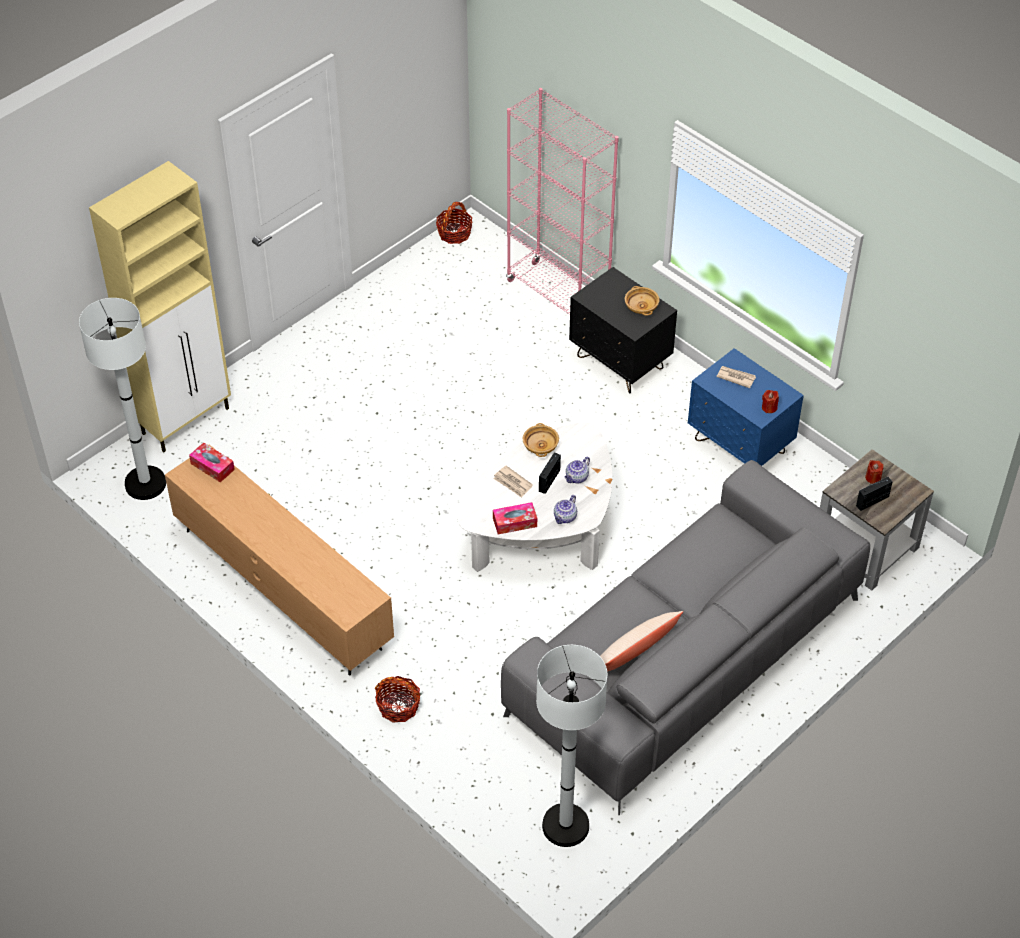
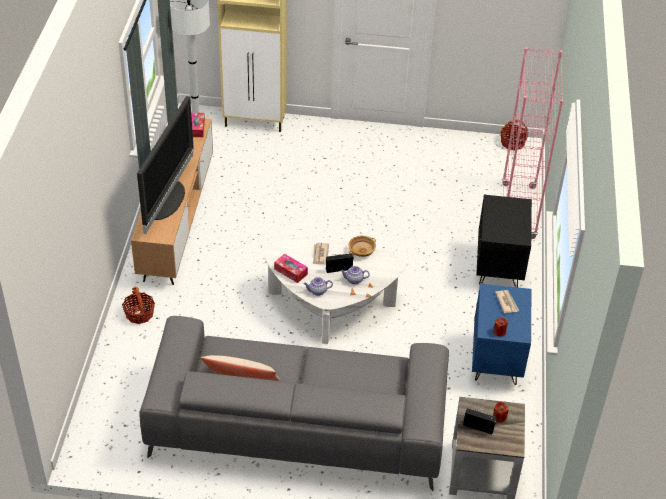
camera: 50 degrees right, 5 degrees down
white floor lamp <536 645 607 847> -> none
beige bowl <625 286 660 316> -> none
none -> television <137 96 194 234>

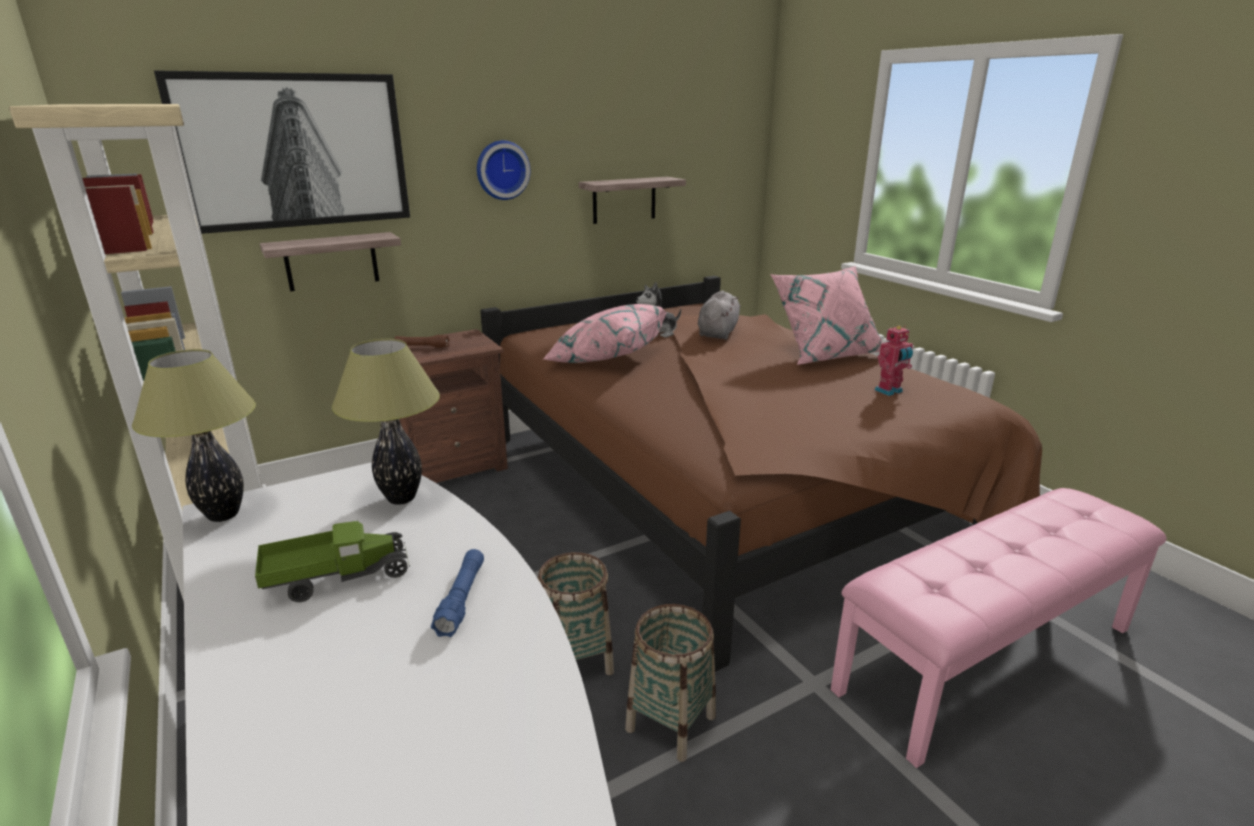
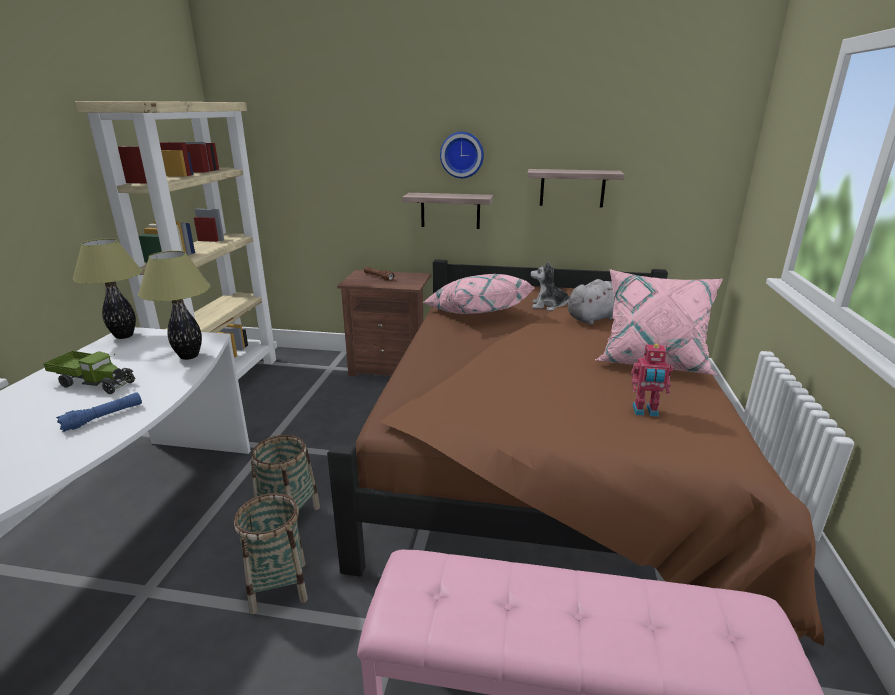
camera: 40 degrees right, 0 degrees up
picture <154 70 410 234> -> none
shelf <260 232 401 291> -> shelf <402 193 493 229>, moved

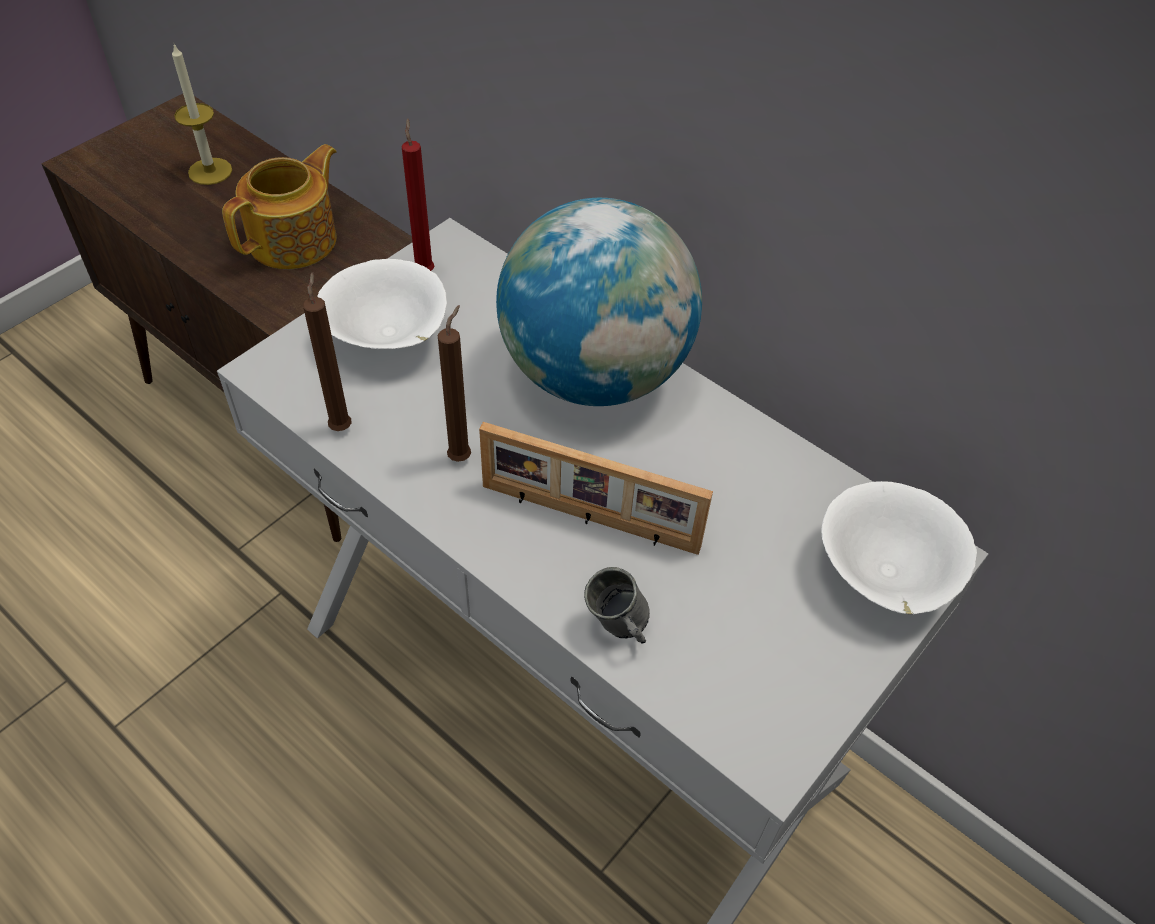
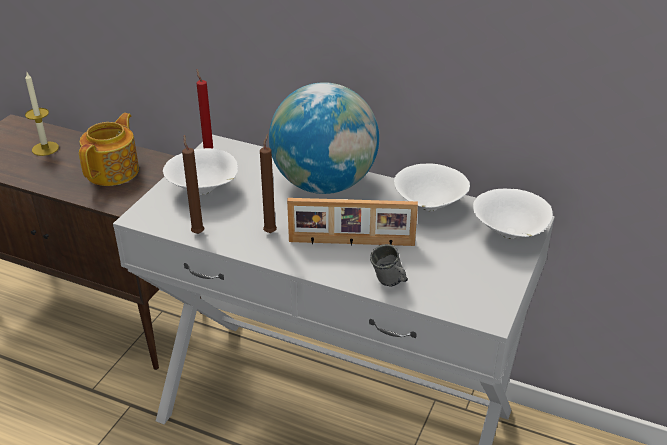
camera: 15 degrees left, 15 degrees down
none -> white bowl <394 163 470 211>

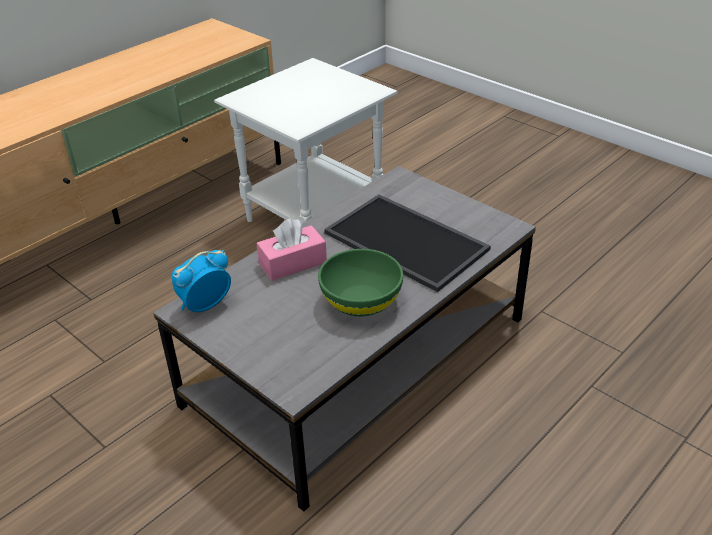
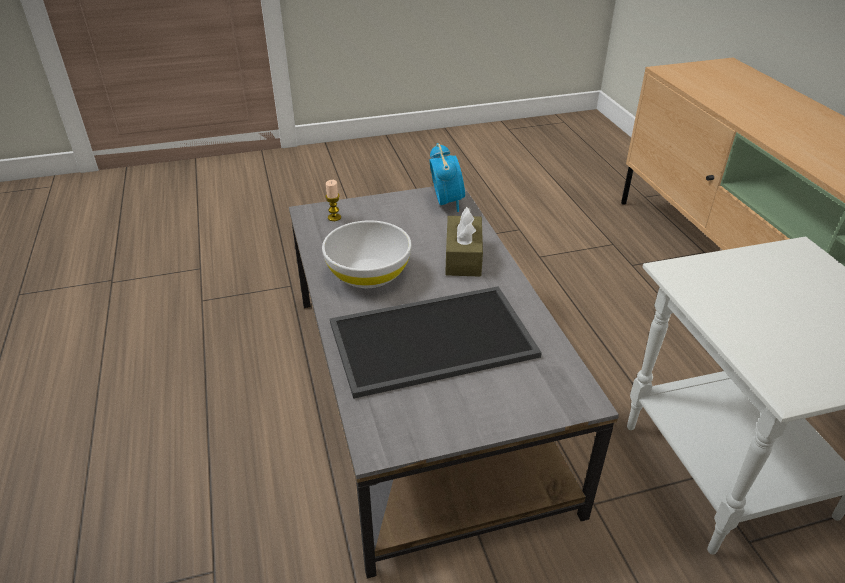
camera: 120 degrees right, 0 degrees up
pink tissue box <257 218 327 281> -> brown tissue box <445 207 483 277>
green bowl <318 249 403 316> -> white bowl <322 221 412 288>
none -> candle <325 180 341 221>

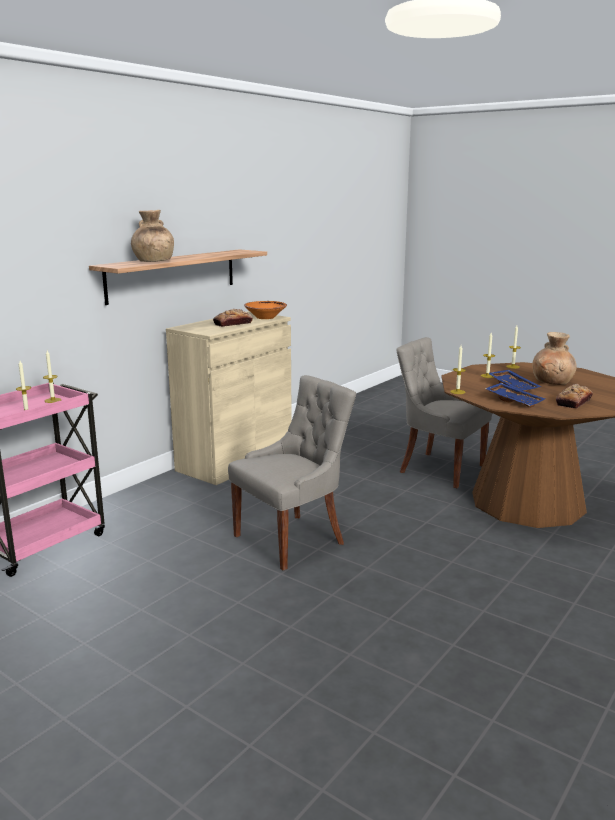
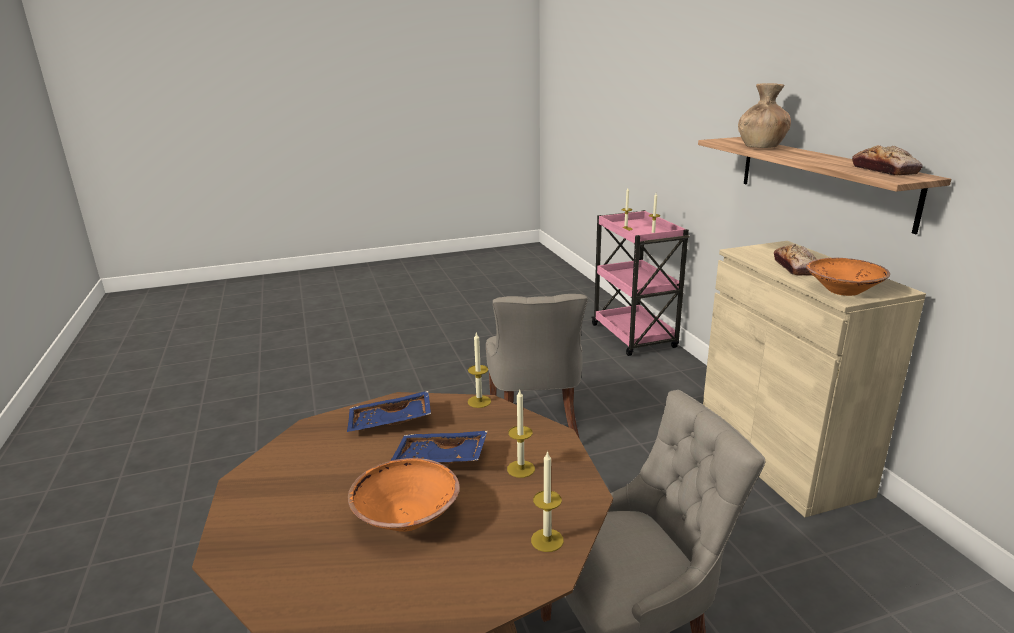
camera: 125 degrees right, 5 degrees up
brown vase <533 332 577 385> -> orange bowl <348 458 460 532>
bread <556 384 593 409> -> bread <852 145 923 176>, moved

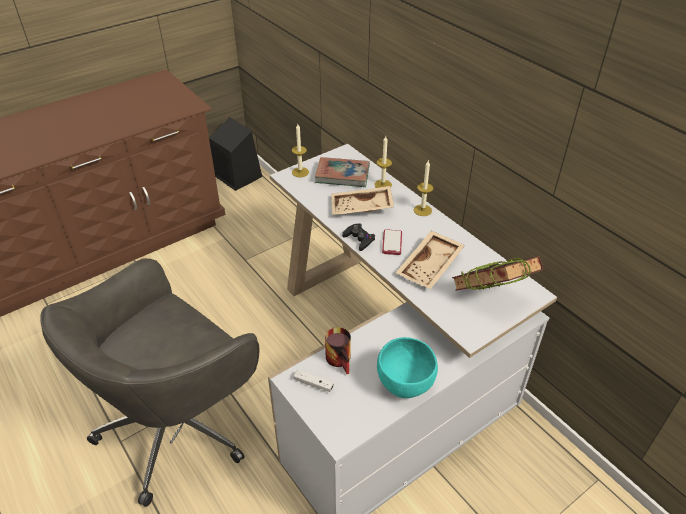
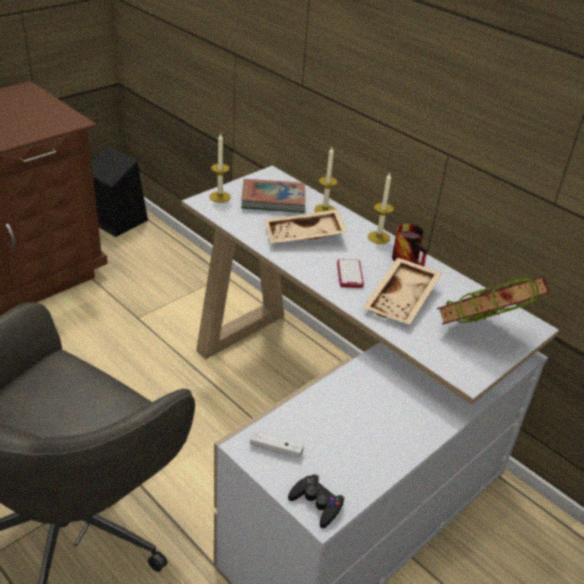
camera: 10 degrees left, 5 degrees down
mug <325 327 351 374> -> mug <392 224 427 266>, moved
black game controller <342 223 375 251> -> black game controller <288 474 344 528>, moved
turquoise bowl <377 337 438 398> -> none

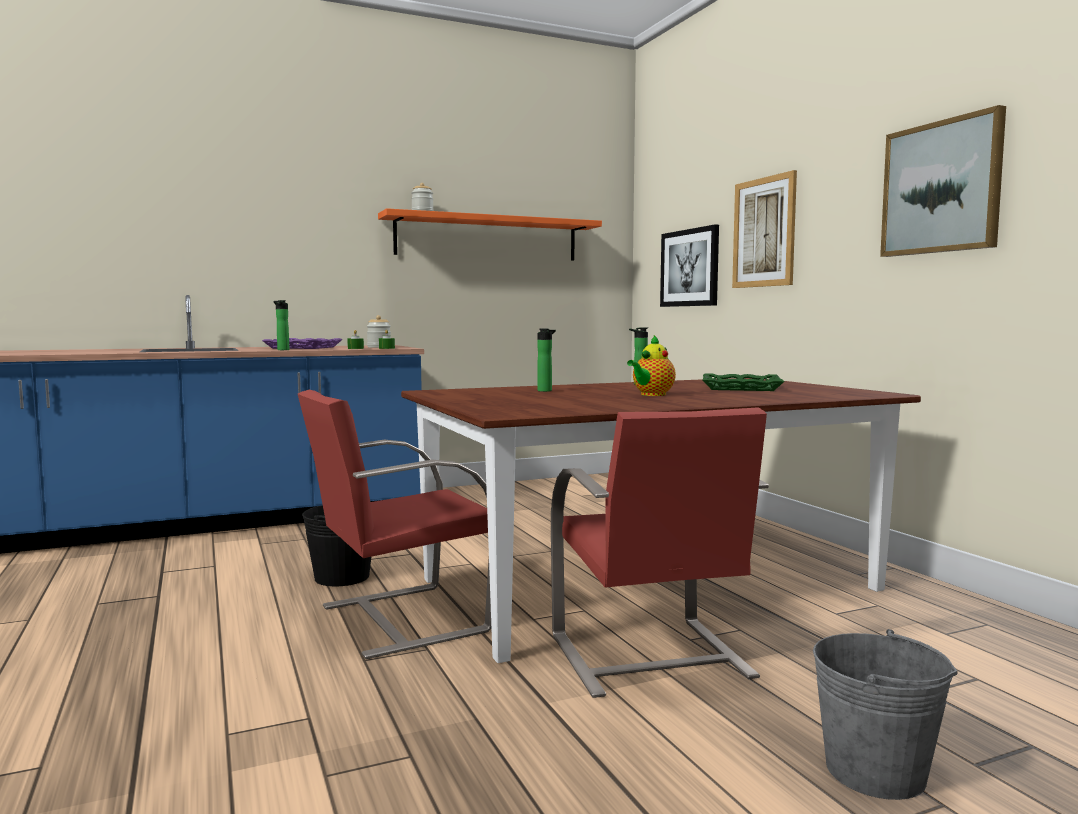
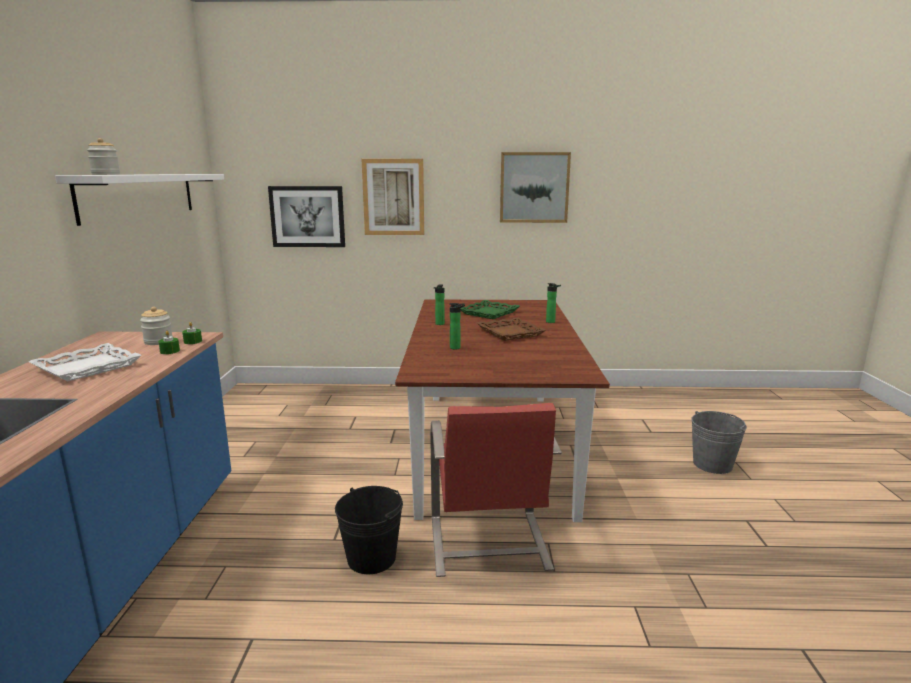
camera: 65 degrees left, 10 degrees up
purple tray <262 338 343 349> -> white tray <29 343 142 381>
bottle <273 300 289 350> -> bottle <546 283 561 323>, moved
orange shelf <378 208 602 261> -> white shelf <55 174 224 226>
red chair <551 407 769 698> -> none
teapot <627 335 676 396> -> brown tray <477 317 546 341>

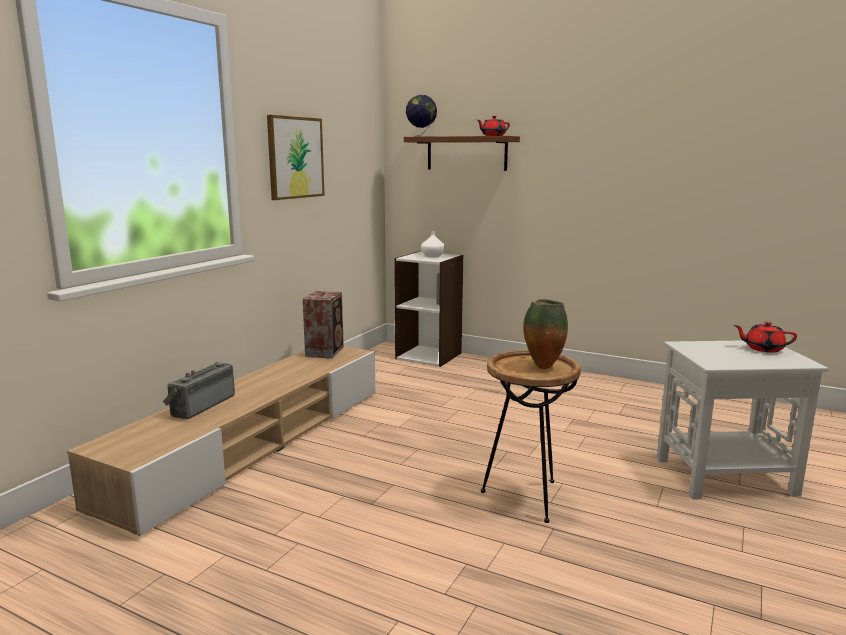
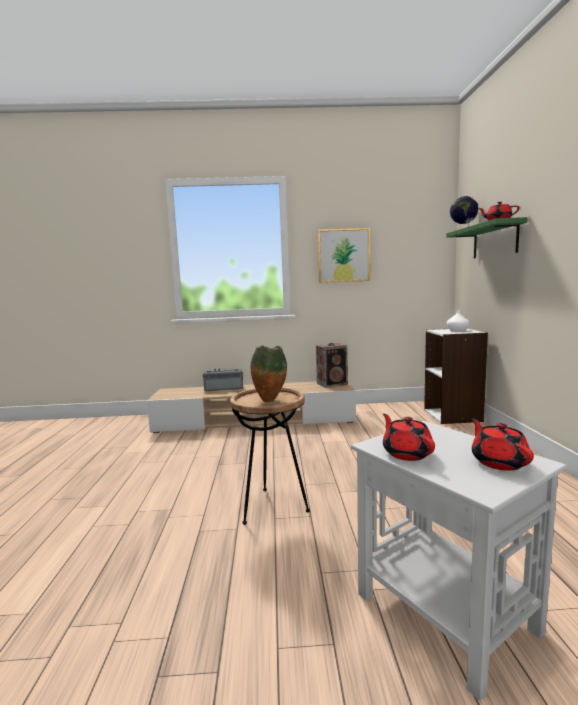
camera: 60 degrees right, 5 degrees down
brown shelf <404 136 520 171> -> green shelf <446 217 527 258>
none -> red teapot <383 414 435 461>

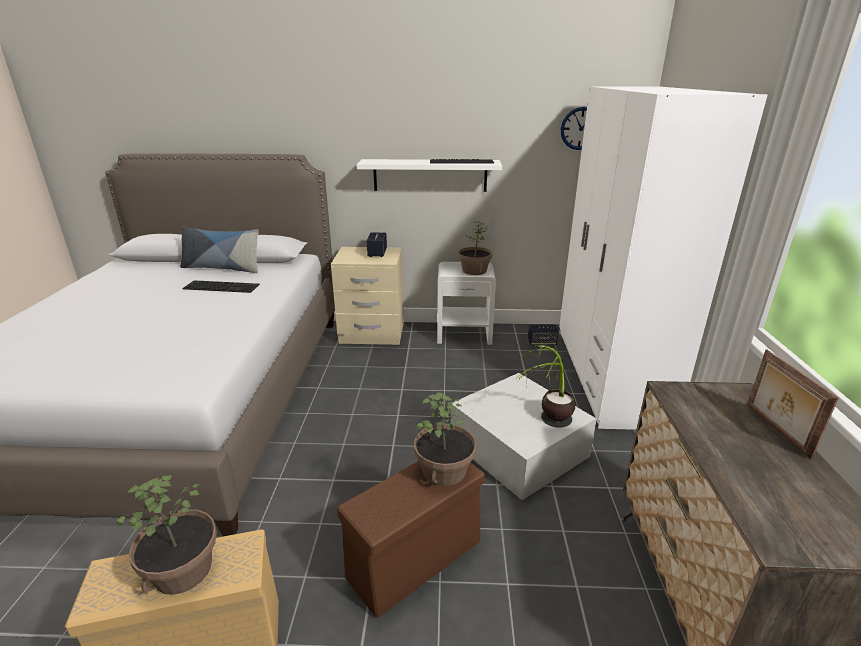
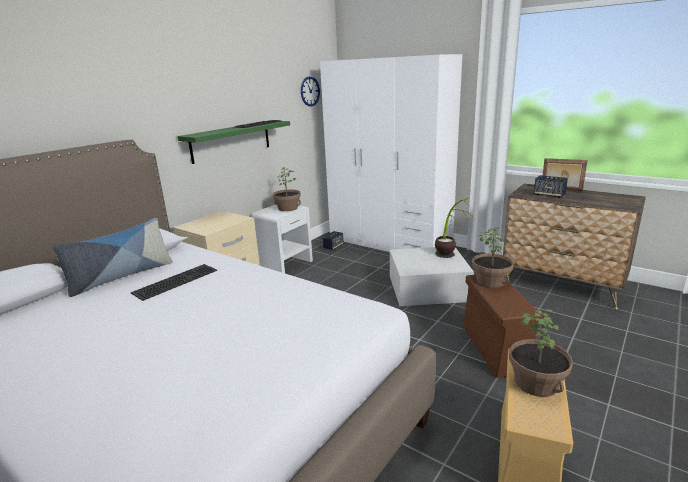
camera: 55 degrees left, 5 degrees down
white shelf <357 159 502 192> -> green shelf <178 121 290 164>
speaker <367 232 387 257> -> speaker <534 175 568 198>, moved

